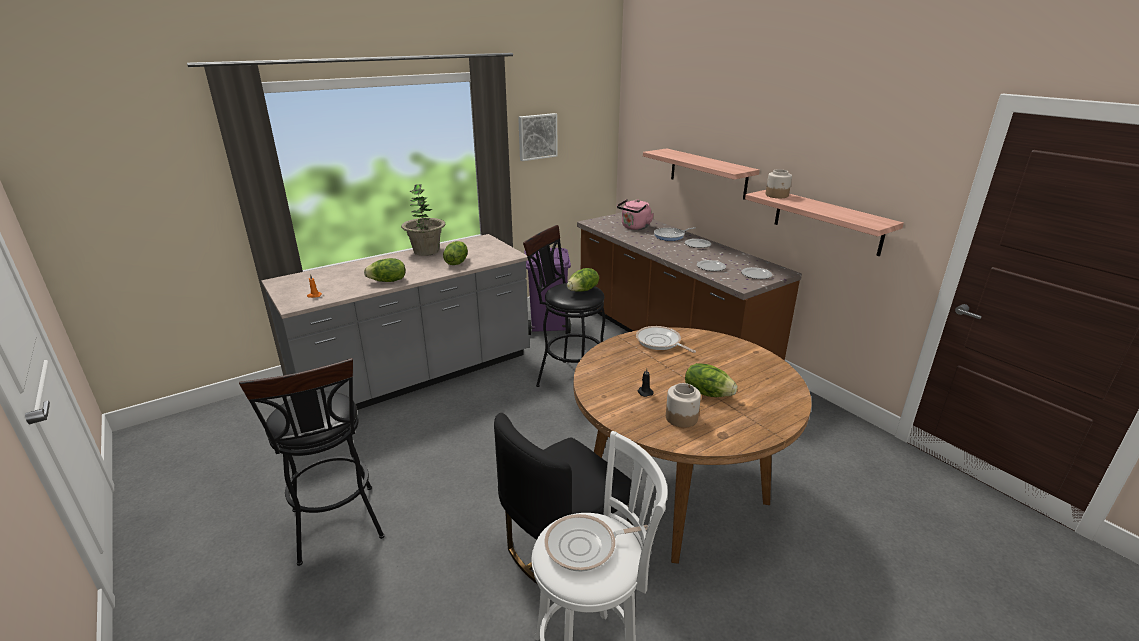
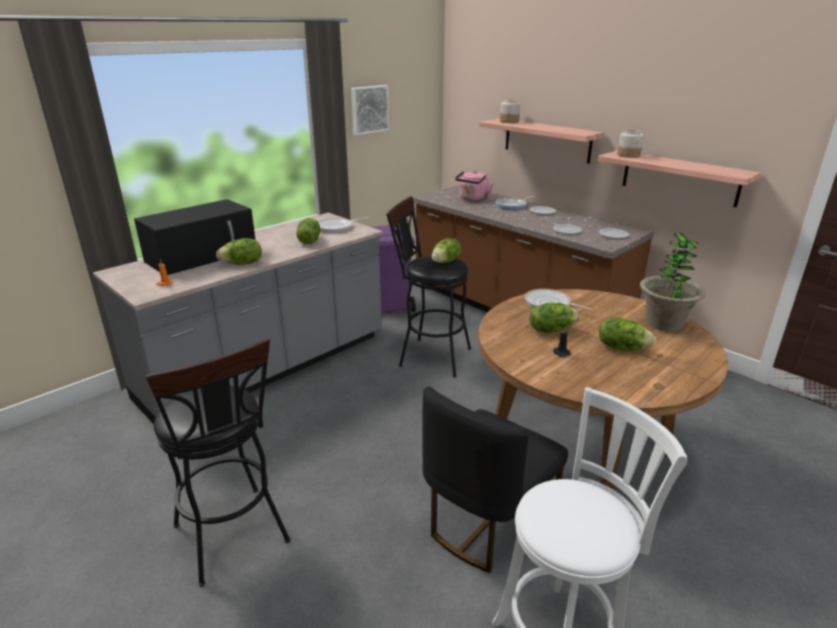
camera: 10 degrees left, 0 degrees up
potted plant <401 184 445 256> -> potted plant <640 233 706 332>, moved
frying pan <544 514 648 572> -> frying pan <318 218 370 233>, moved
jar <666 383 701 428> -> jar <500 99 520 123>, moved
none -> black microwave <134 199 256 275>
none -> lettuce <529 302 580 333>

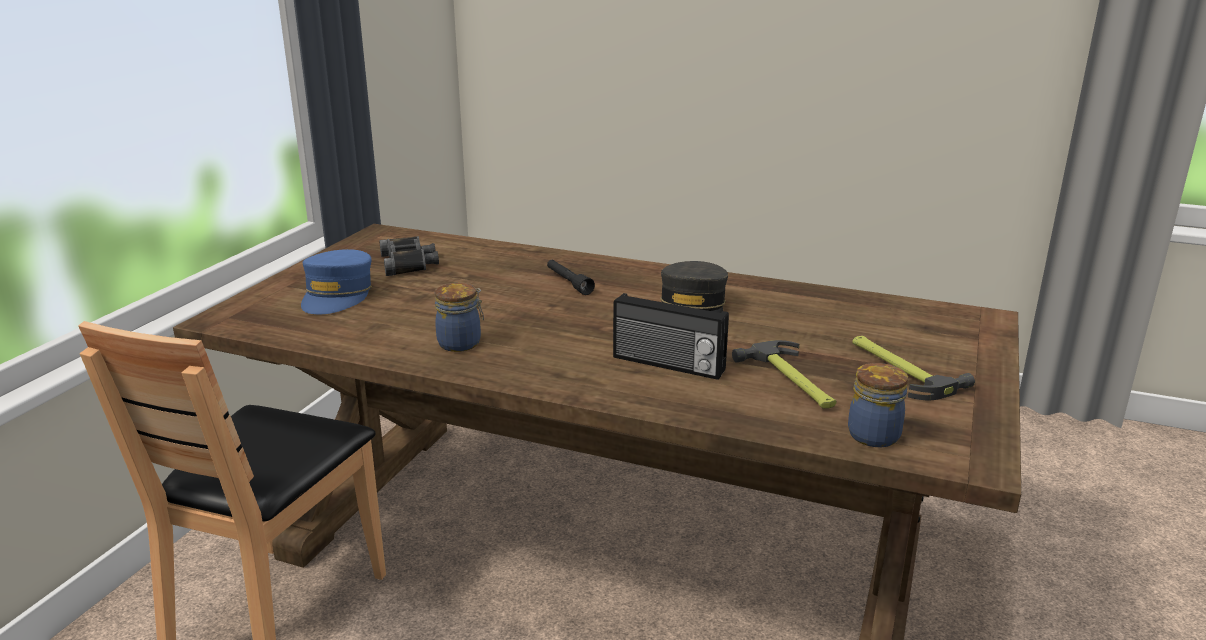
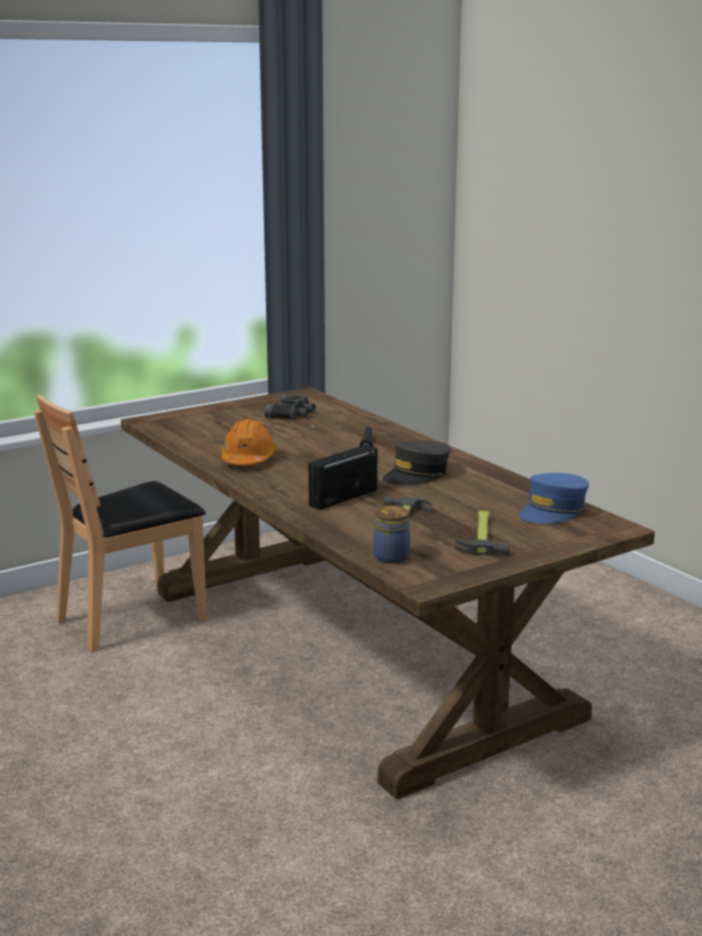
camera: 35 degrees right, 5 degrees down
blue cap <301 249 372 314> -> blue cap <519 473 589 524>, moved
jar <435 283 484 352> -> orange hard hat <221 419 276 465>
radio <613 293 729 380> -> radio <308 445 378 510>, 75 degrees clockwise

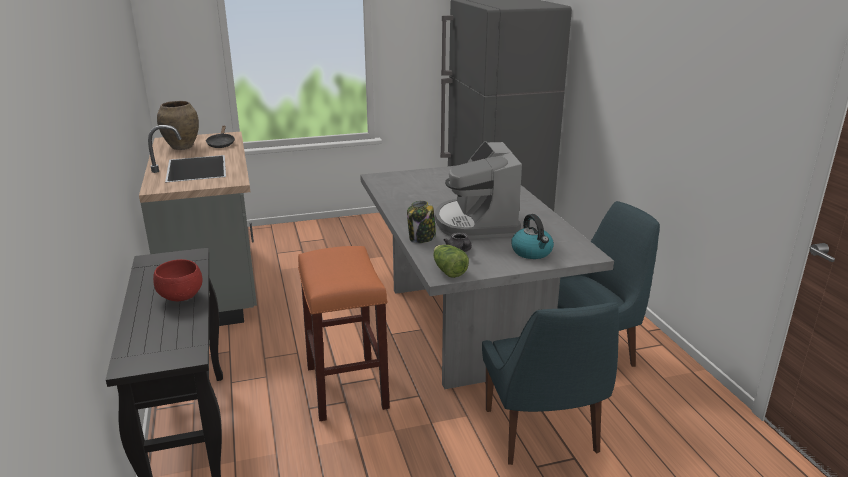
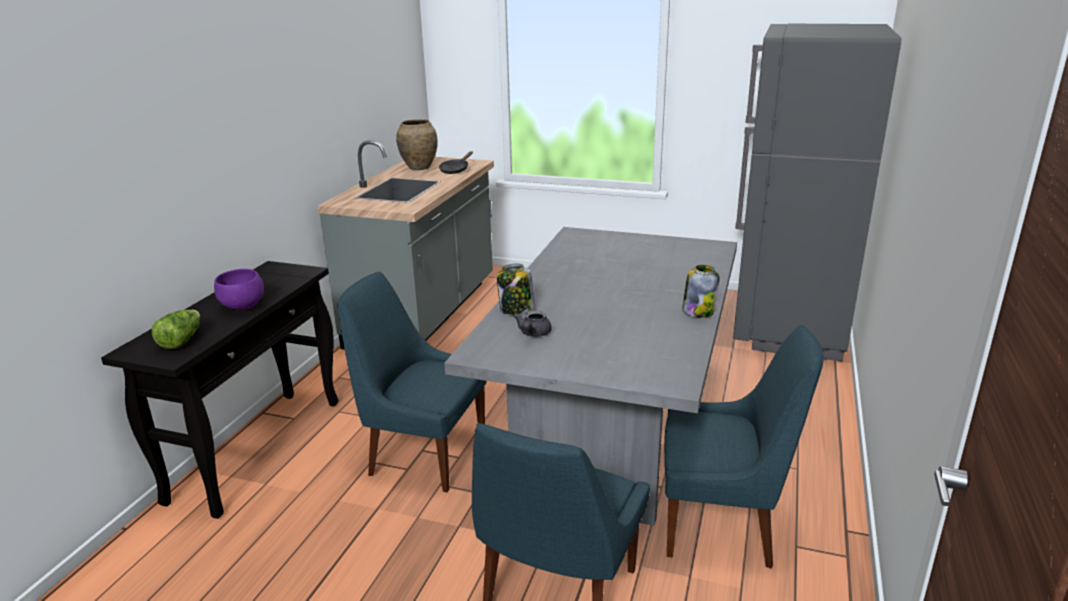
camera: 35 degrees right, 0 degrees up
red bowl <153 259 202 301> -> purple bowl <214 269 264 310>
orange stool <298 246 390 421> -> blue chair <337 272 487 492>
lettuce <433 245 469 278> -> lettuce <152 310 200 349>, moved
coffee machine <435 141 522 239> -> none
kettle <511 214 554 259> -> none
none -> jar <682 265 720 318>

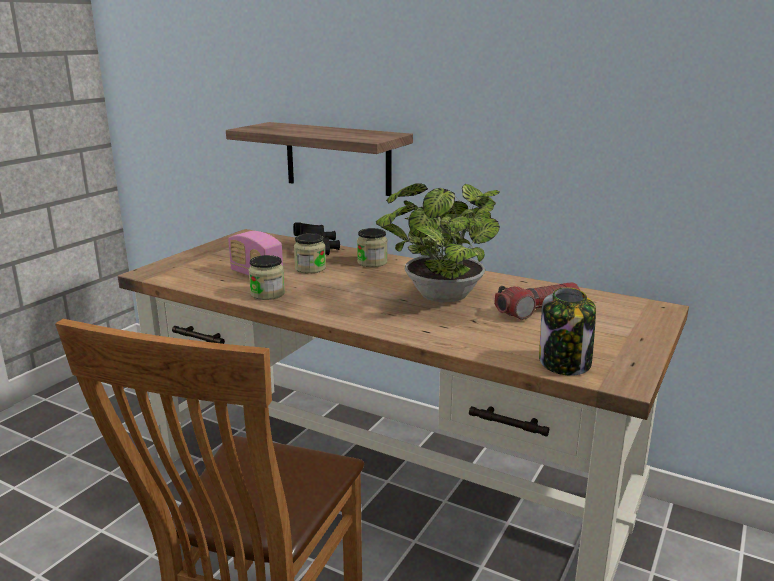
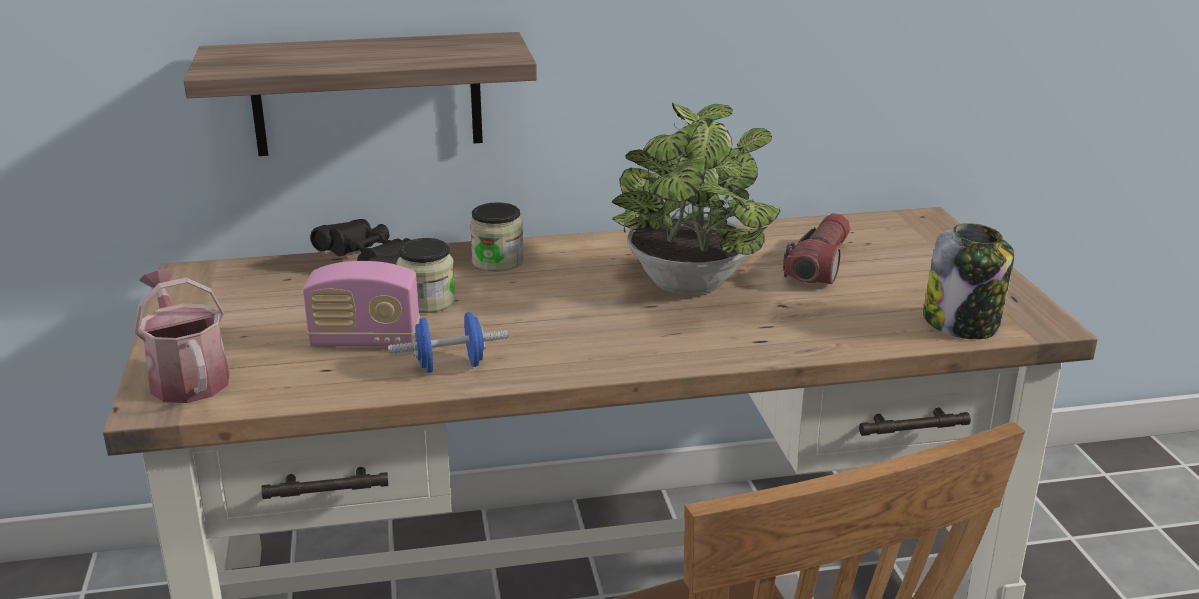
camera: 40 degrees left, 5 degrees up
jar <249 255 285 300> -> blue dumbbell <388 312 508 373>
none -> watering can <134 269 229 403>

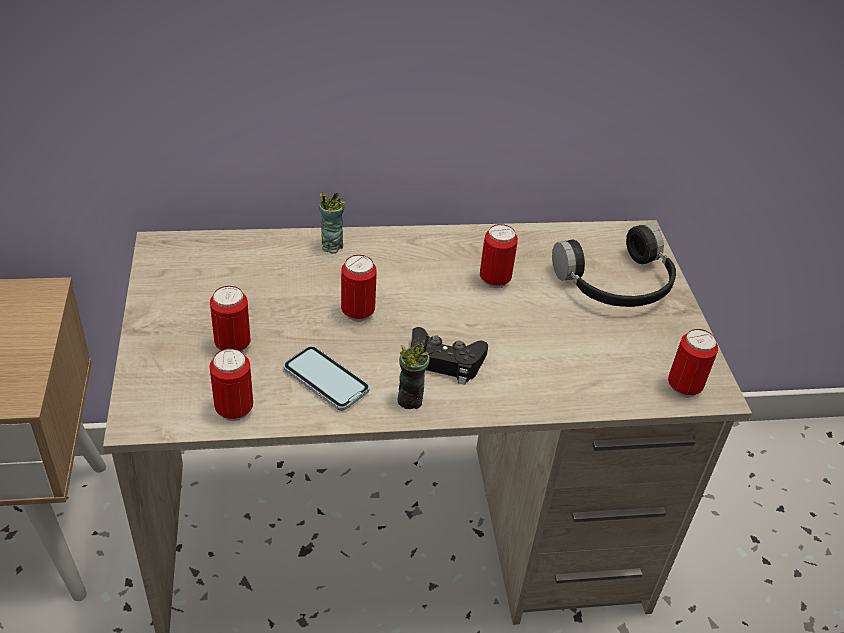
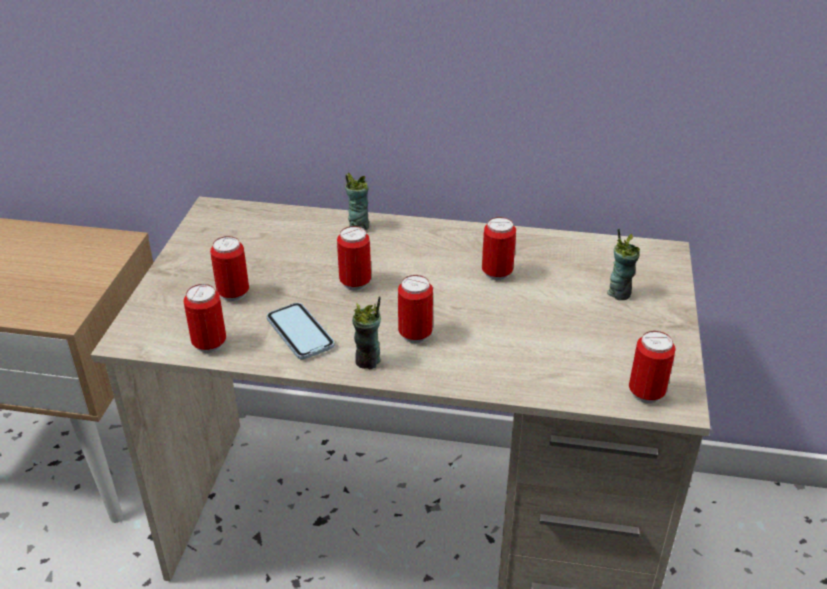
camera: 20 degrees right, 5 degrees down
black game controller <411 327 488 385> -> can <398 275 433 343>
black headphones <552 224 676 307> -> cup <607 228 640 300>

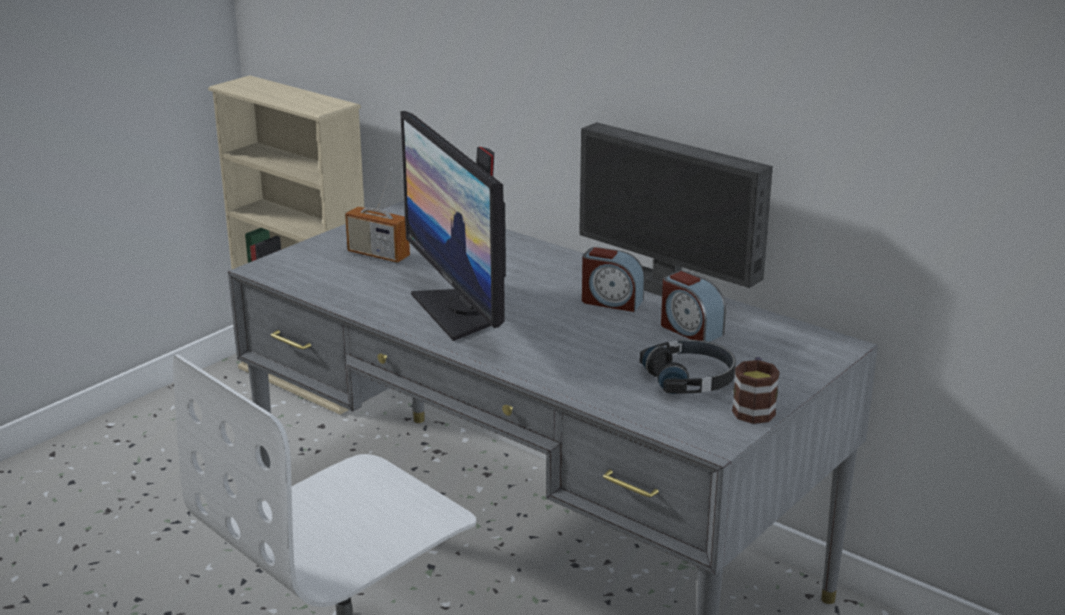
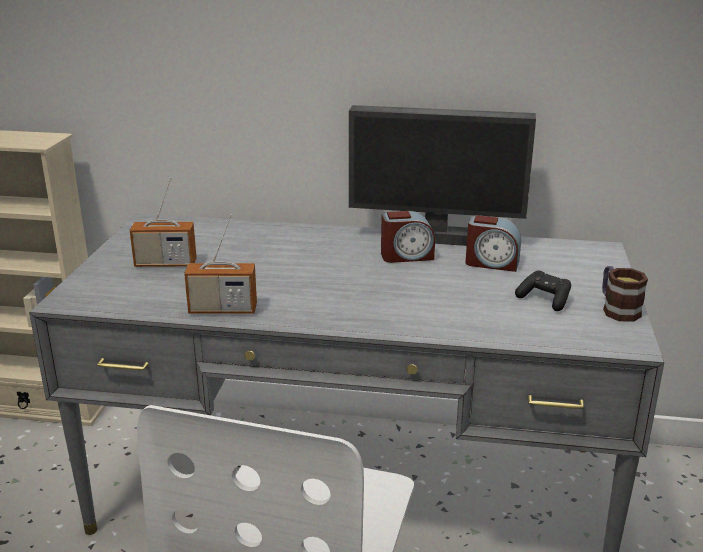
camera: 30 degrees left, 0 degrees up
monitor <400 111 506 341> -> none
black headphones <640 340 736 394> -> black game controller <515 271 571 311>
none -> radio <184 215 257 314>

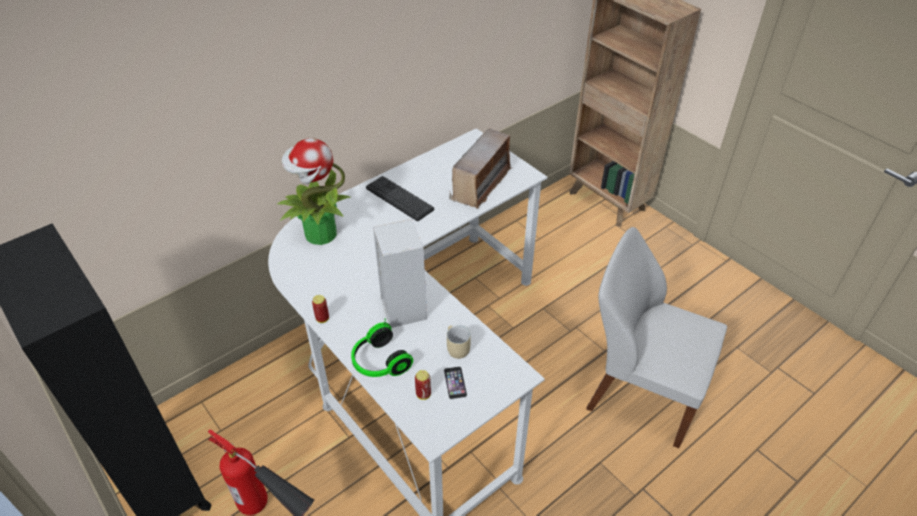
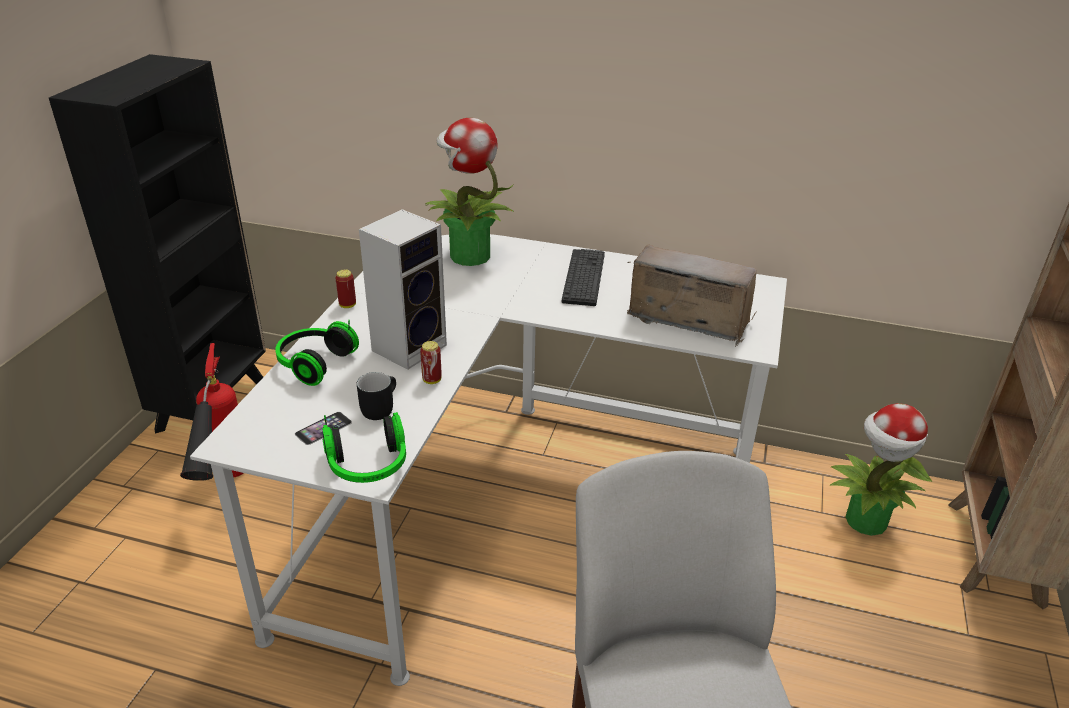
camera: 55 degrees right, 10 degrees down
can <415 370 431 400> -> can <420 341 442 384>, moved
beige mug <447 325 471 359> -> black mug <357 372 396 420>
radio <449 128 511 209> -> radio <627 244 757 347>, 150 degrees counterclockwise
none -> headphones <322 412 406 483>
none -> potted plant <830 403 932 536>

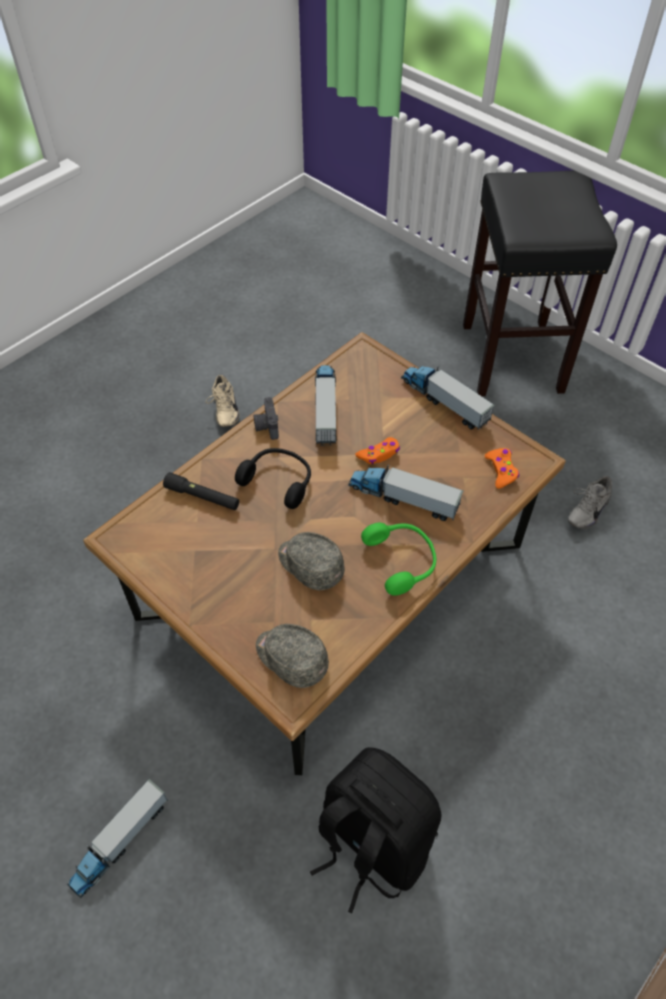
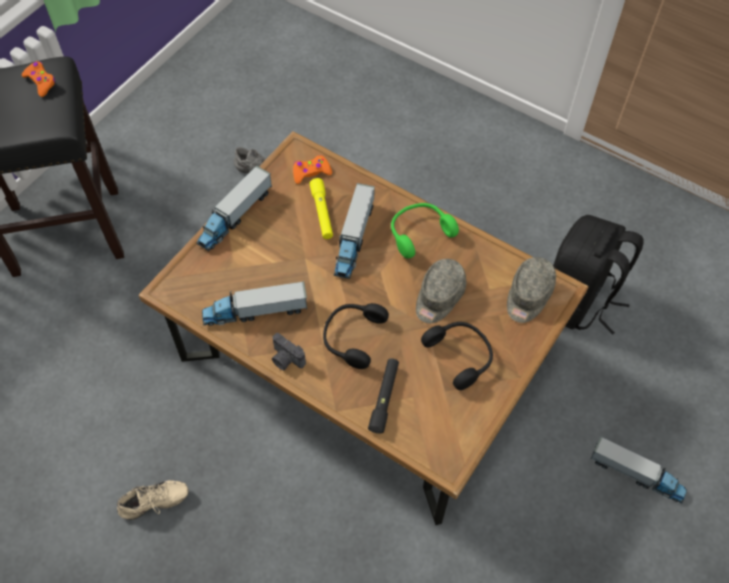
camera: 100 degrees left, 5 degrees up
photo camera <253 397 279 440> -> photo camera <272 333 306 370>, 60 degrees clockwise
orange game controller <355 437 400 464> -> orange game controller <22 61 55 97>, moved
none -> yellow flashlight <310 178 333 239>
none -> black headphones <421 322 493 390>

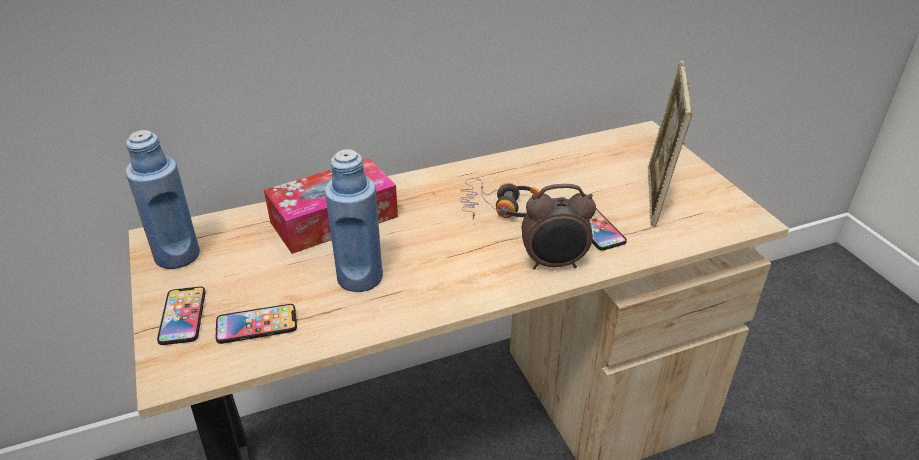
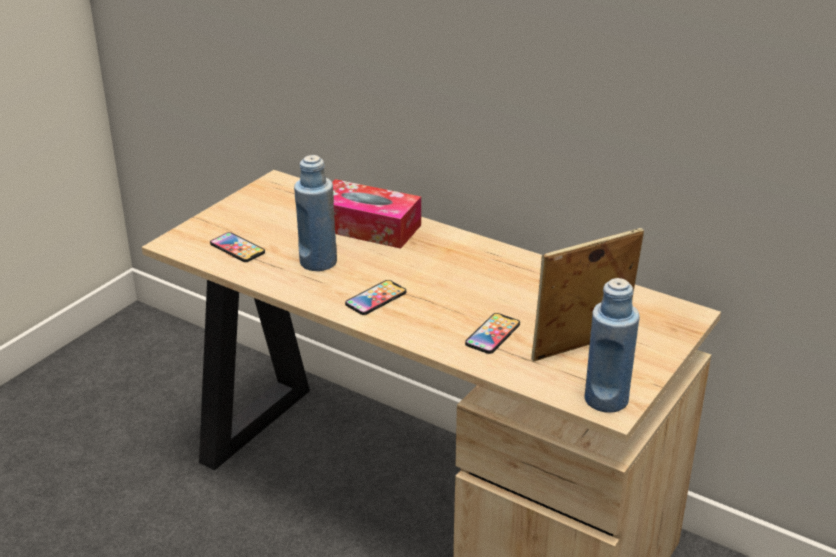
camera: 55 degrees right, 5 degrees down
blue bottle <125 130 200 269> -> blue bottle <584 278 640 413>, moved
phone <157 287 206 345> -> phone <345 280 406 315>, moved
headphones <460 178 540 219> -> none
alarm clock <522 184 596 269> -> none

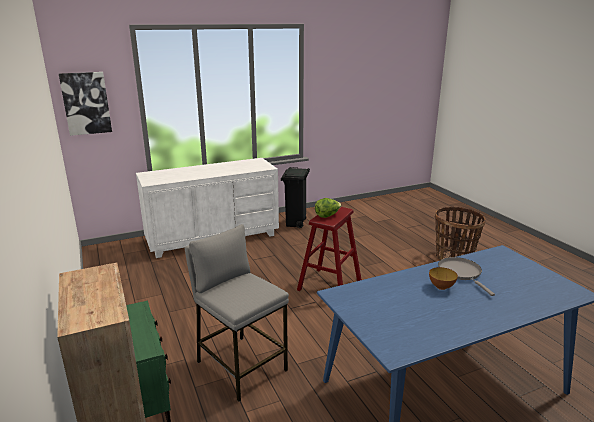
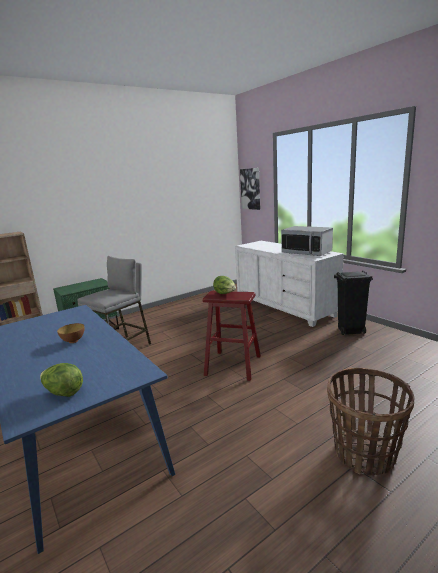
camera: 80 degrees right, 5 degrees down
grey frying pan <438 257 495 296> -> none
none -> lettuce <40 363 83 397>
none -> microwave <281 226 333 256>

